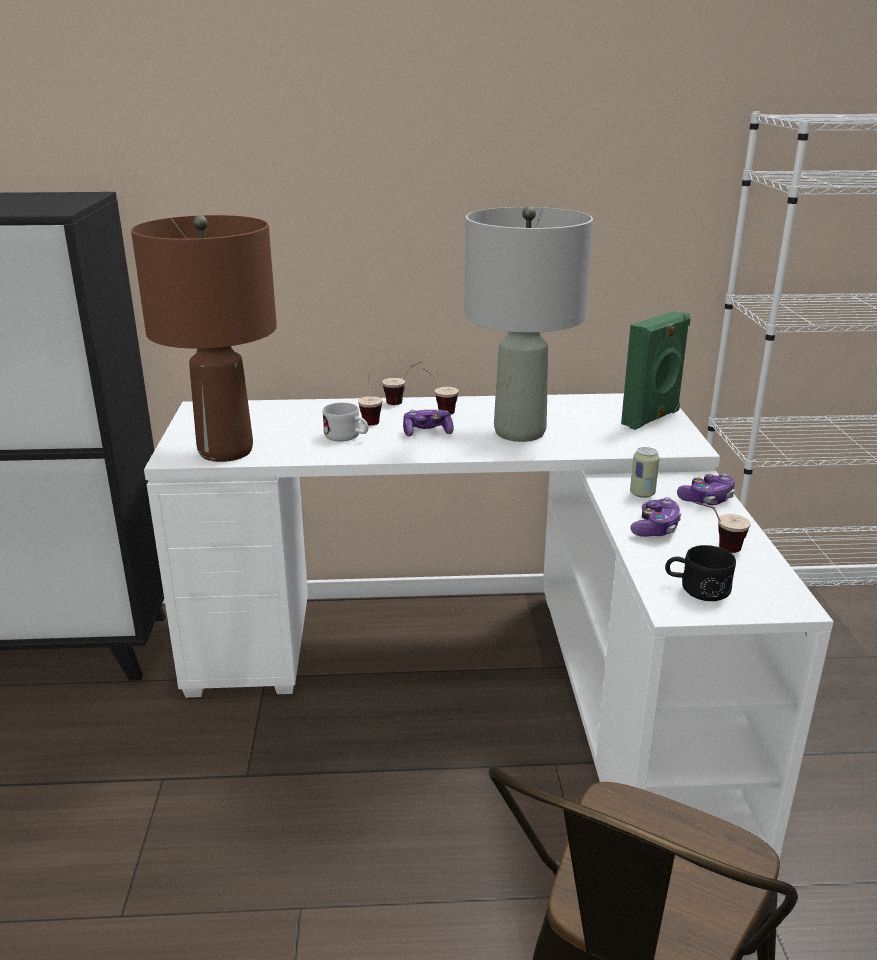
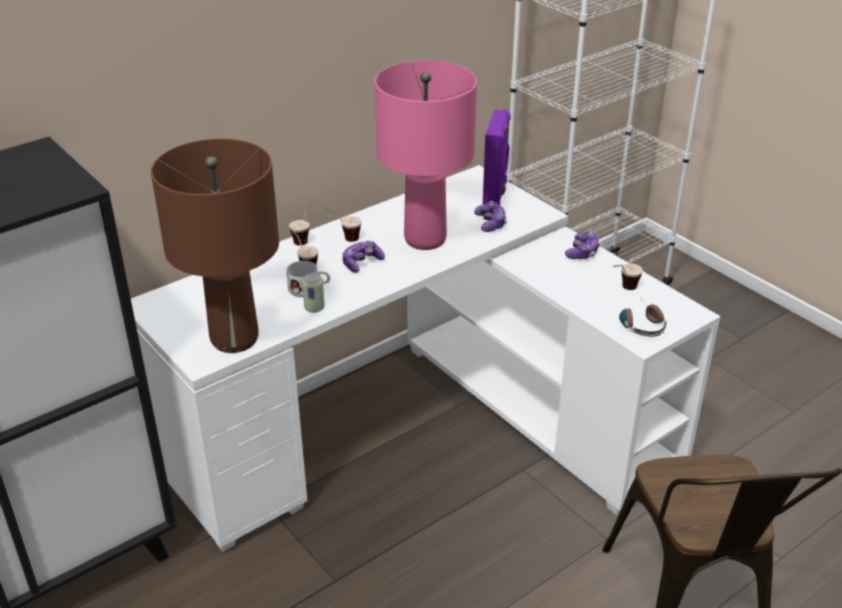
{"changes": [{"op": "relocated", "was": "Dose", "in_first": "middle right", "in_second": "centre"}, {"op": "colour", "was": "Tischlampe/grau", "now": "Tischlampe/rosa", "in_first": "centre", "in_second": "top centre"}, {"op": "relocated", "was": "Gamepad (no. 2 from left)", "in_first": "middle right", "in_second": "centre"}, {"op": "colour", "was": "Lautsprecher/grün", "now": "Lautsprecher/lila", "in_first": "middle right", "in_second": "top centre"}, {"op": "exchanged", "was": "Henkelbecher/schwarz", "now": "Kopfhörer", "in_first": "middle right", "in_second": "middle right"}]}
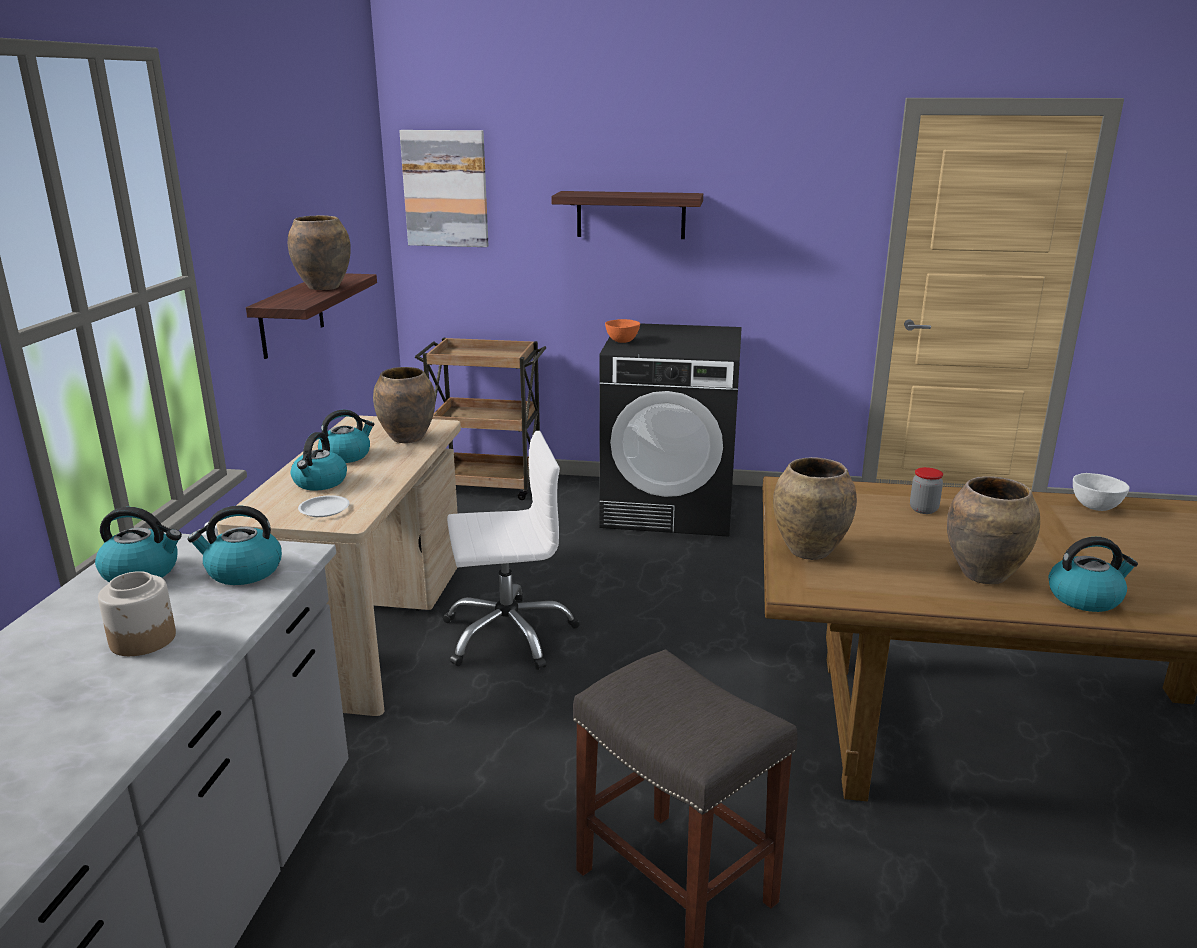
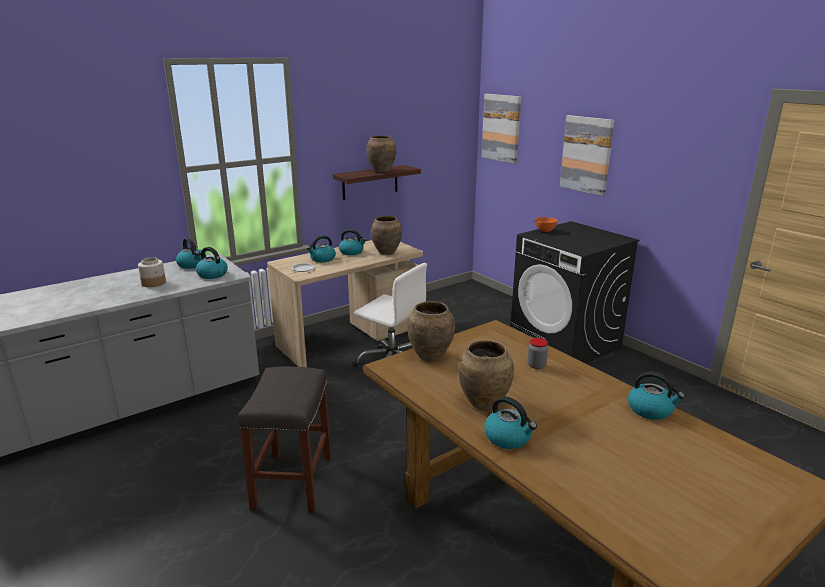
{"changes": [{"op": "exchanged", "was": "Wandregal (no. 2 from left)", "now": "Bild (no. 2 from left)", "in_first": "top centre", "in_second": "top right"}, {"op": "exchanged", "was": "Schüssel/weiß", "now": "Wasserkessel (no. 6 from left)", "in_first": "middle right", "in_second": "bottom right"}, {"op": "missing", "was": "Rollwagen/braun", "in_first": "centre"}]}
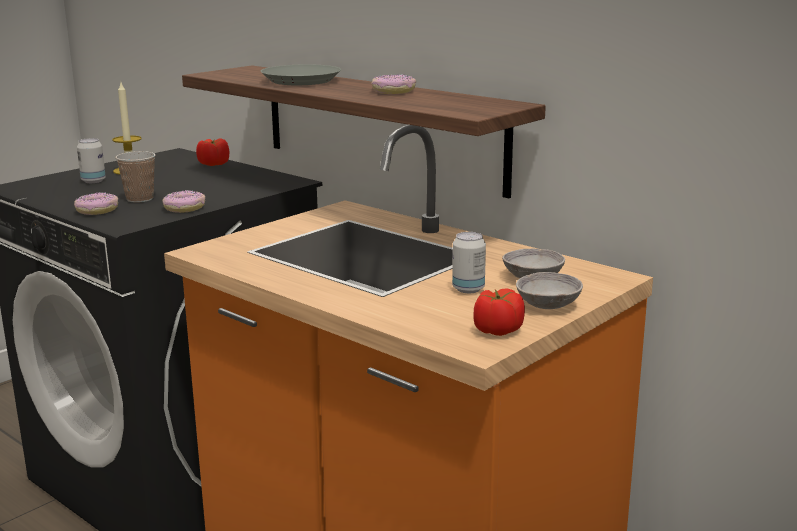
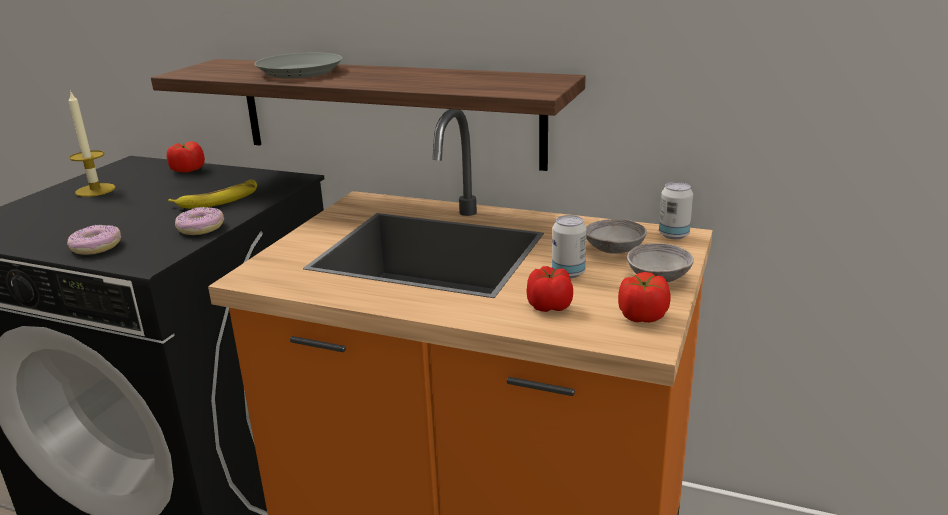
{"changes": [{"op": "appeared", "now": "Banane", "in_second": "middle left"}, {"op": "appeared", "now": "Tomate (no. 2 from left)", "in_second": "centre"}, {"op": "relocated", "was": "Dose (no. 1 from left in the first image)", "now": "Dose (no. 2 from left)", "in_first": "top left", "in_second": "middle right"}, {"op": "missing", "was": "Tasse", "in_first": "middle left"}, {"op": "missing", "was": "Donut (no. 3 from left)", "in_first": "top centre"}]}
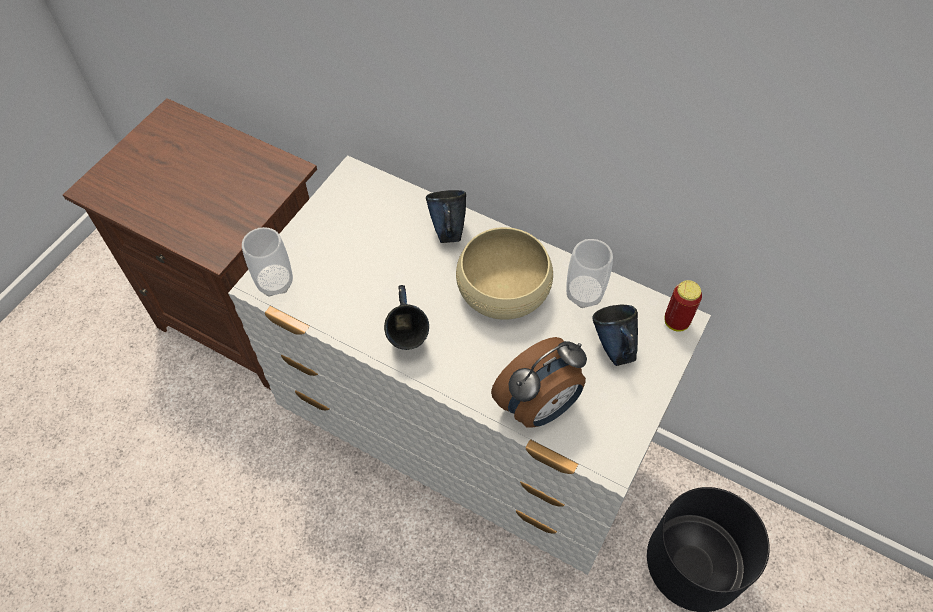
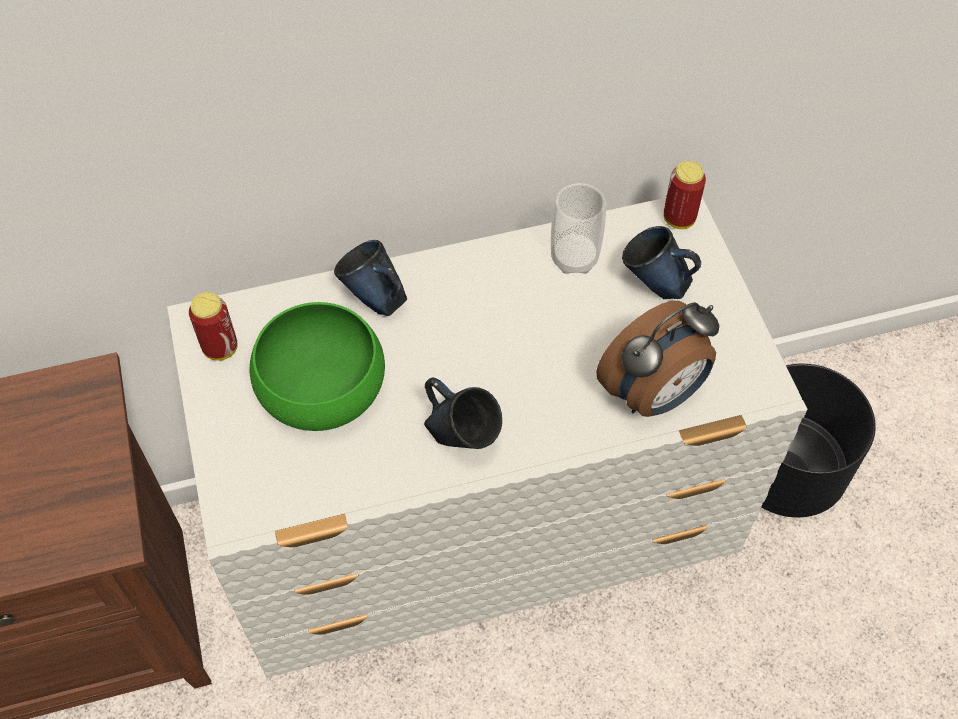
{"changes": [{"op": "appeared", "now": "Dose (no. 1 from left)", "in_second": "middle left"}, {"op": "appeared", "now": "Schüssel/grün", "in_second": "middle left"}, {"op": "spun", "was": "Wecker", "in_first": "centre", "in_second": "middle right", "clockwise": 45}, {"op": "missing", "was": "Tasse (no. 1 from left)", "in_first": "middle left"}, {"op": "missing", "was": "Schüssel/beige", "in_first": "centre"}]}
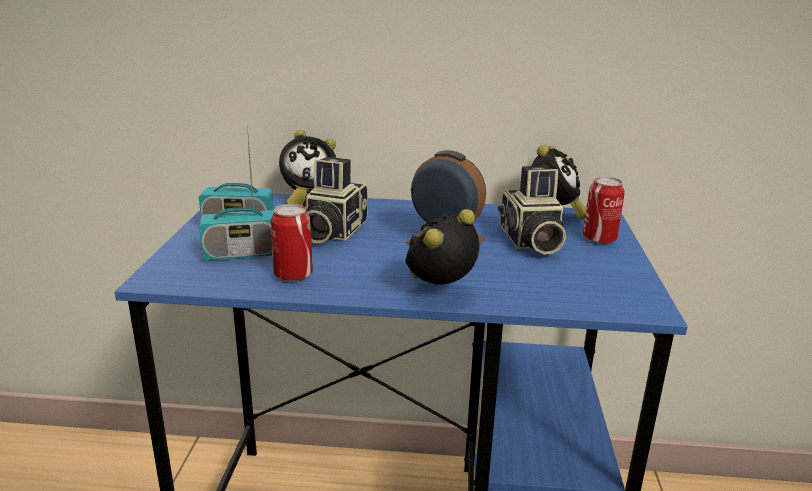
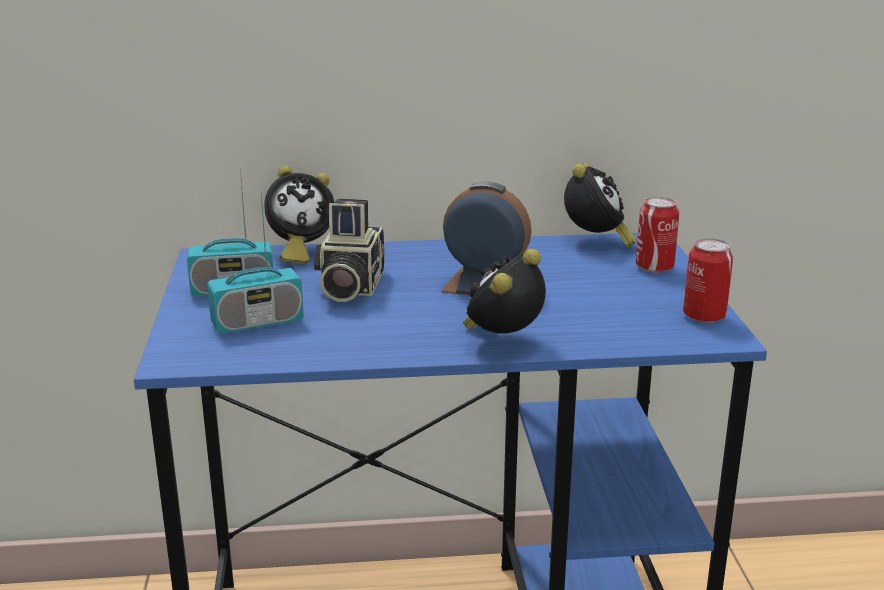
{"changes": [{"op": "relocated", "was": "Dose (no. 1 from left in the first image)", "now": "Dose (no. 2 from left)", "in_first": "centre", "in_second": "middle right"}, {"op": "missing", "was": "Kamera (no. 2 from left)", "in_first": "centre"}]}
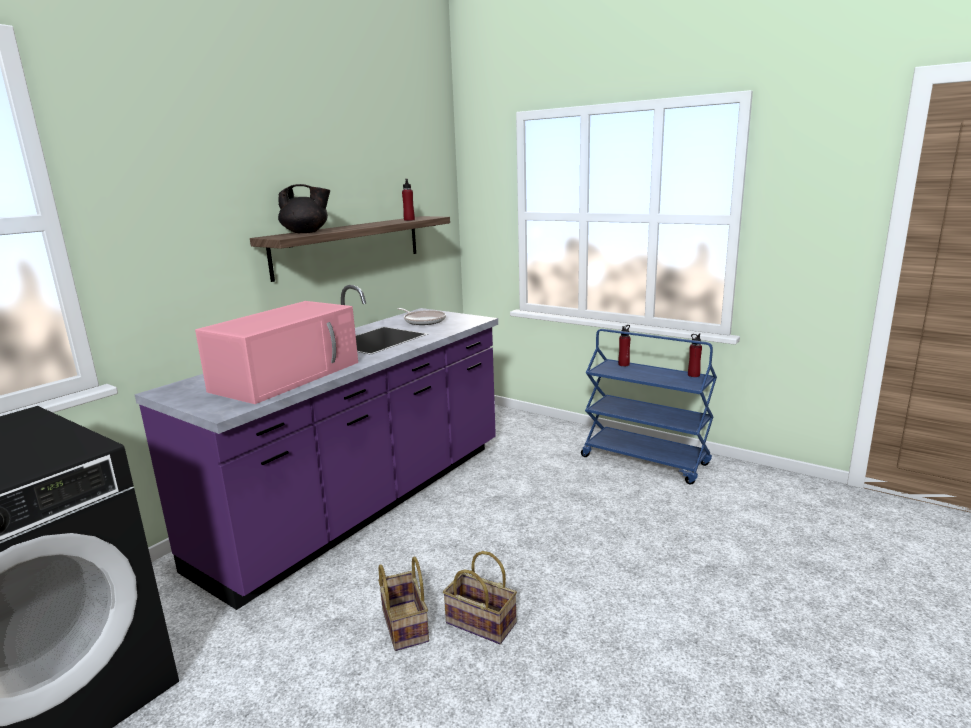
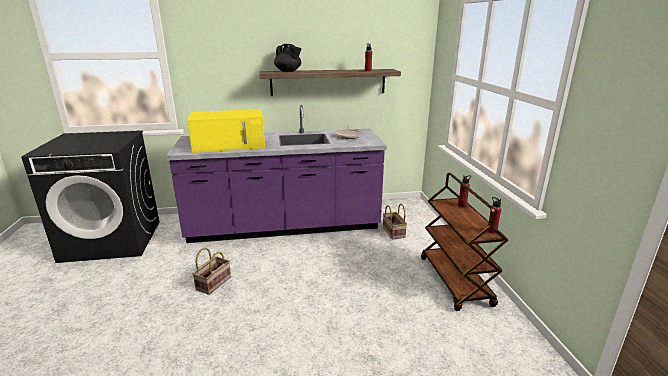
{"changes": [{"op": "colour", "was": "Mikrowelle/rosa", "now": "Mikrowelle/gelb", "in_first": "middle left", "in_second": "centre"}, {"op": "relocated", "was": "Korb (no. 2 from left)", "in_first": "bottom centre", "in_second": "centre"}, {"op": "colour", "was": "Rollwagen/blau", "now": "Rollwagen/braun", "in_first": "middle right", "in_second": "middle right"}]}
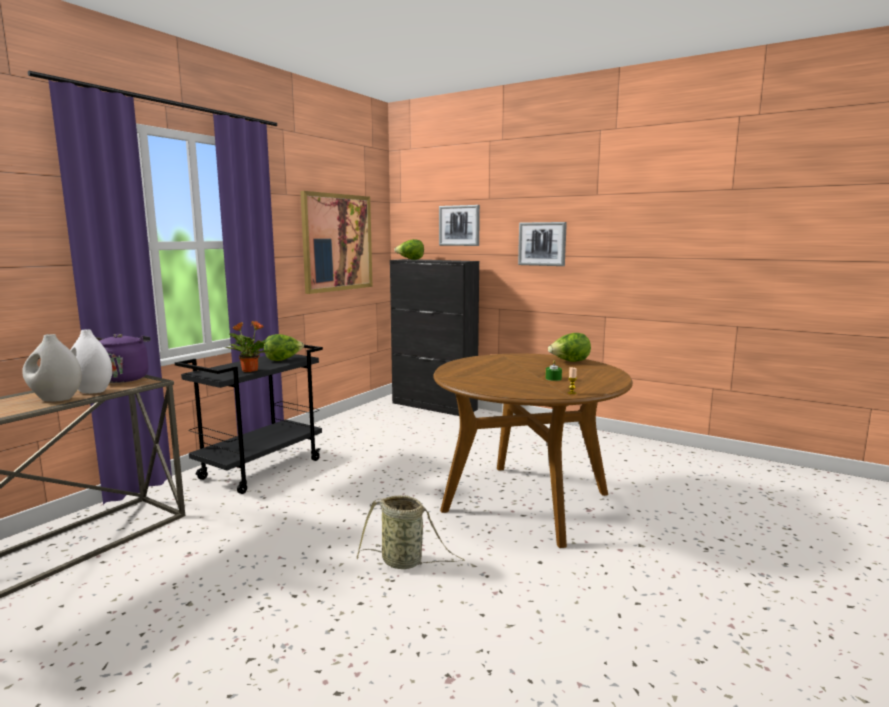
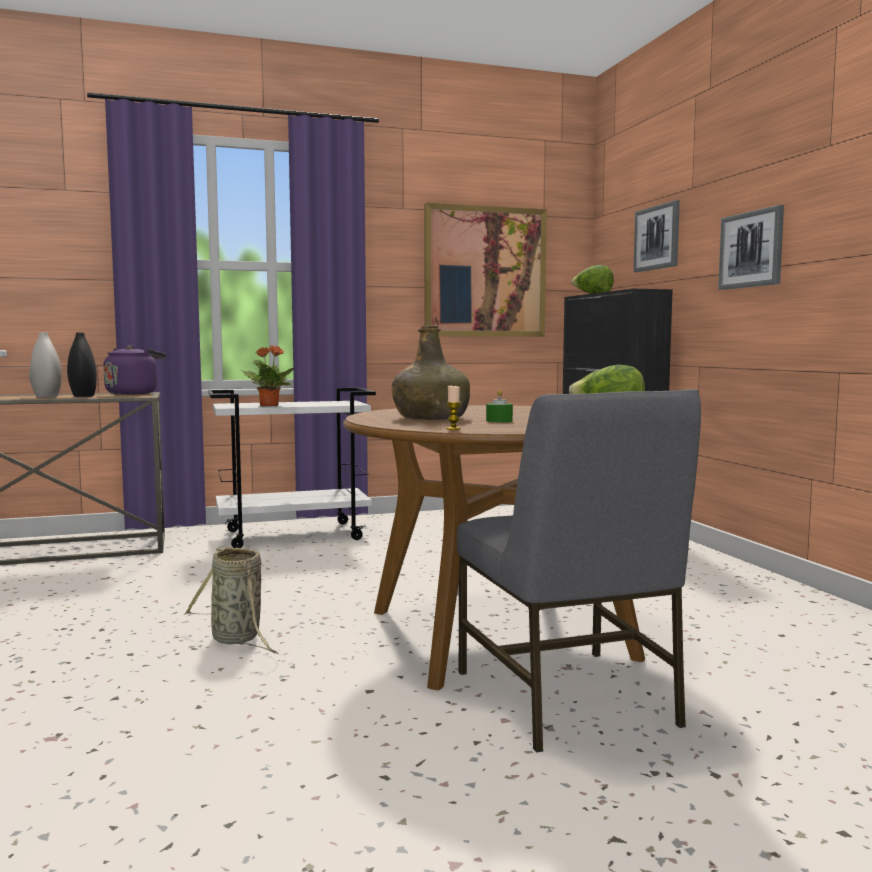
{"changes": [{"op": "colour", "was": "Vase/weiß (no. 2 from left)", "now": "Vase/schwarz", "in_first": "middle left", "in_second": "middle left"}, {"op": "colour", "was": "Rollwagen/schwarz", "now": "Rollwagen/weiß", "in_first": "middle left", "in_second": "centre"}, {"op": "appeared", "now": "Flasche/grün", "in_second": "centre"}, {"op": "appeared", "now": "Stuhl/grau", "in_second": "centre"}, {"op": "missing", "was": "Salatkopf (no. 1 from left)", "in_first": "middle left"}]}
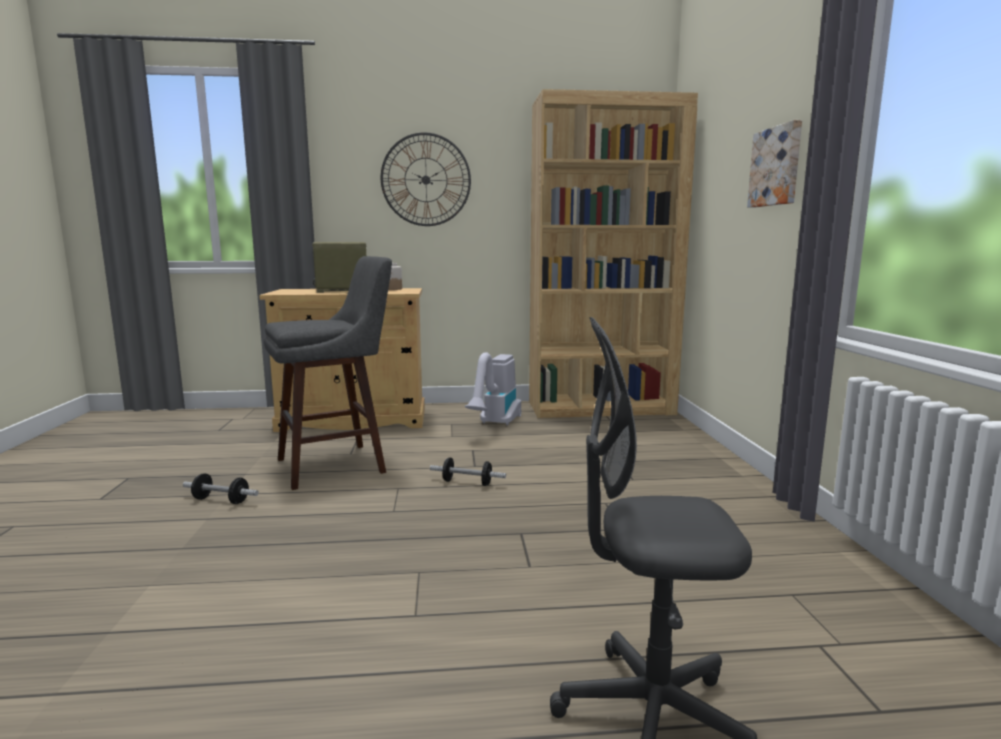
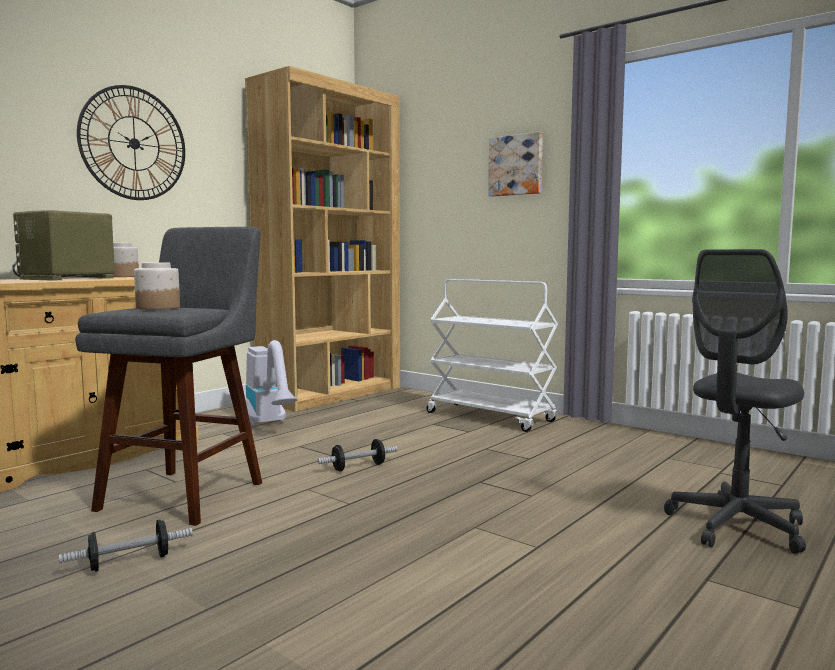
{"changes": [{"op": "appeared", "now": "Vorratsglas (no. 2 from left)", "in_second": "middle left"}, {"op": "appeared", "now": "Rollwagen/weiß", "in_second": "centre"}]}
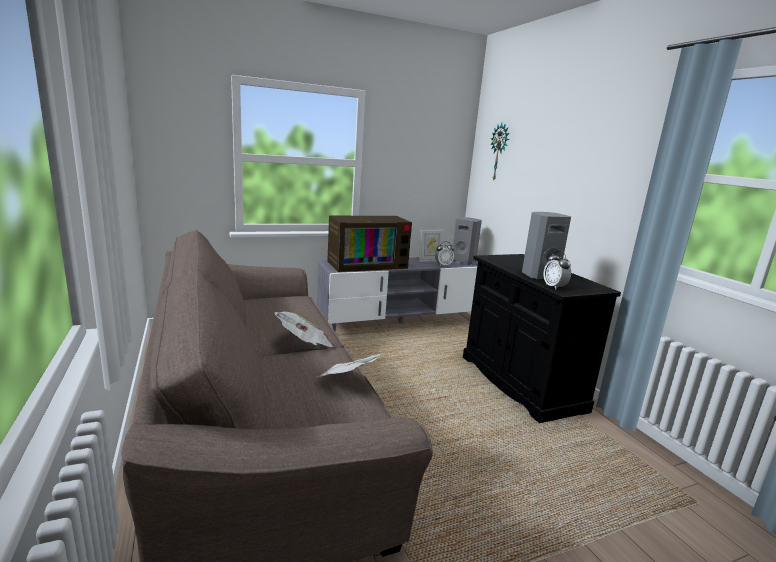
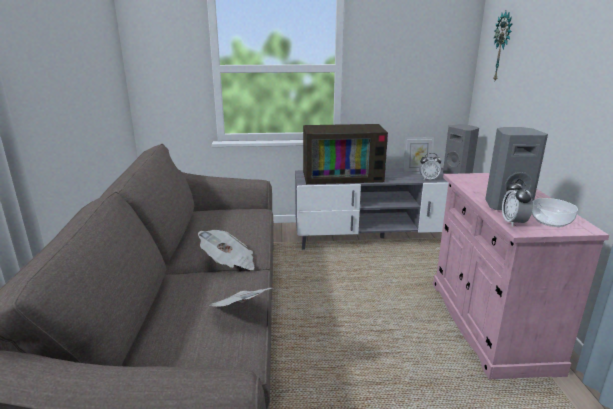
{"changes": [{"op": "colour", "was": "Schrank/schwarz", "now": "Schrank/rosa", "in_first": "middle right", "in_second": "bottom right"}, {"op": "appeared", "now": "Schüssel", "in_second": "middle right"}]}
